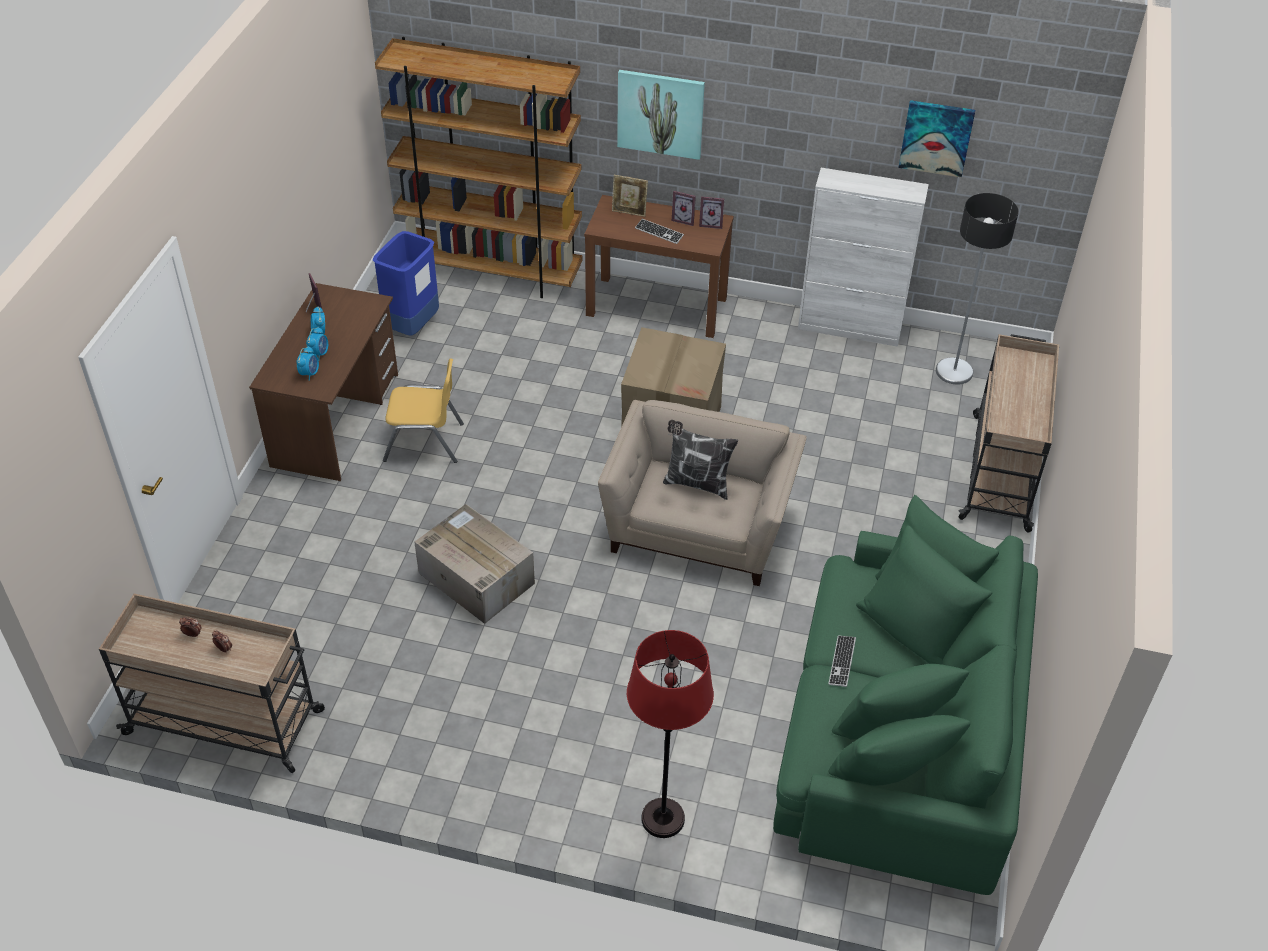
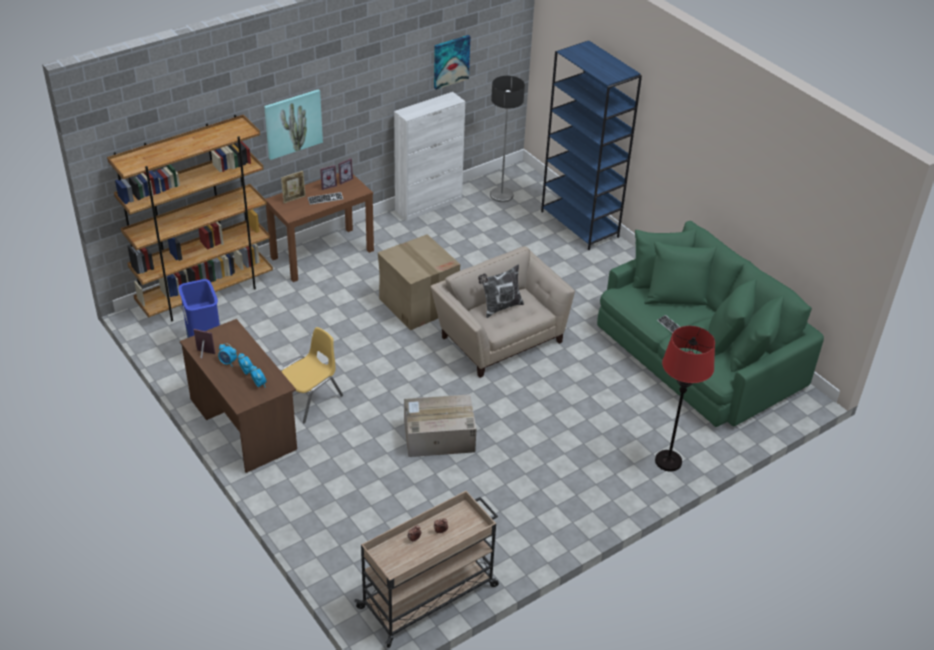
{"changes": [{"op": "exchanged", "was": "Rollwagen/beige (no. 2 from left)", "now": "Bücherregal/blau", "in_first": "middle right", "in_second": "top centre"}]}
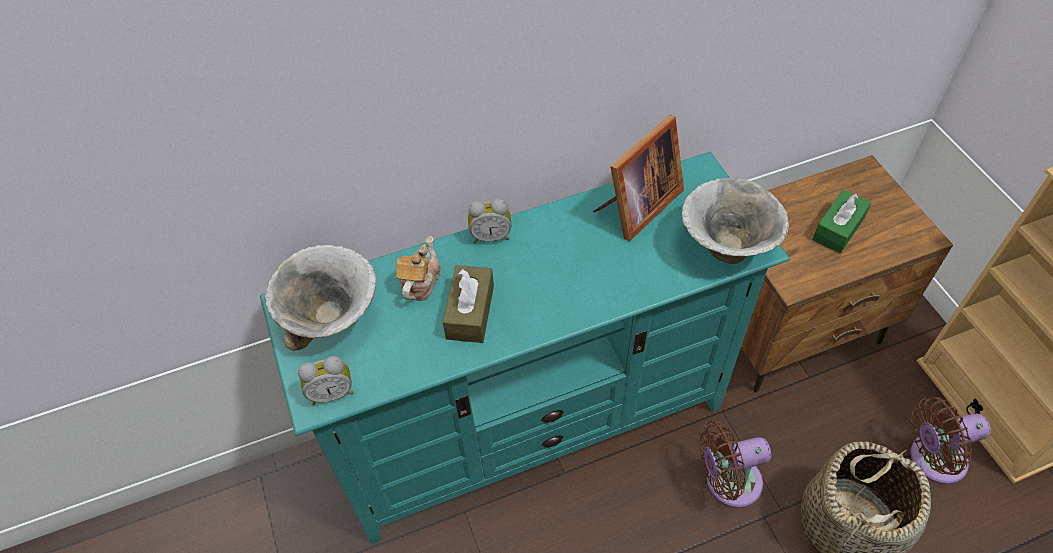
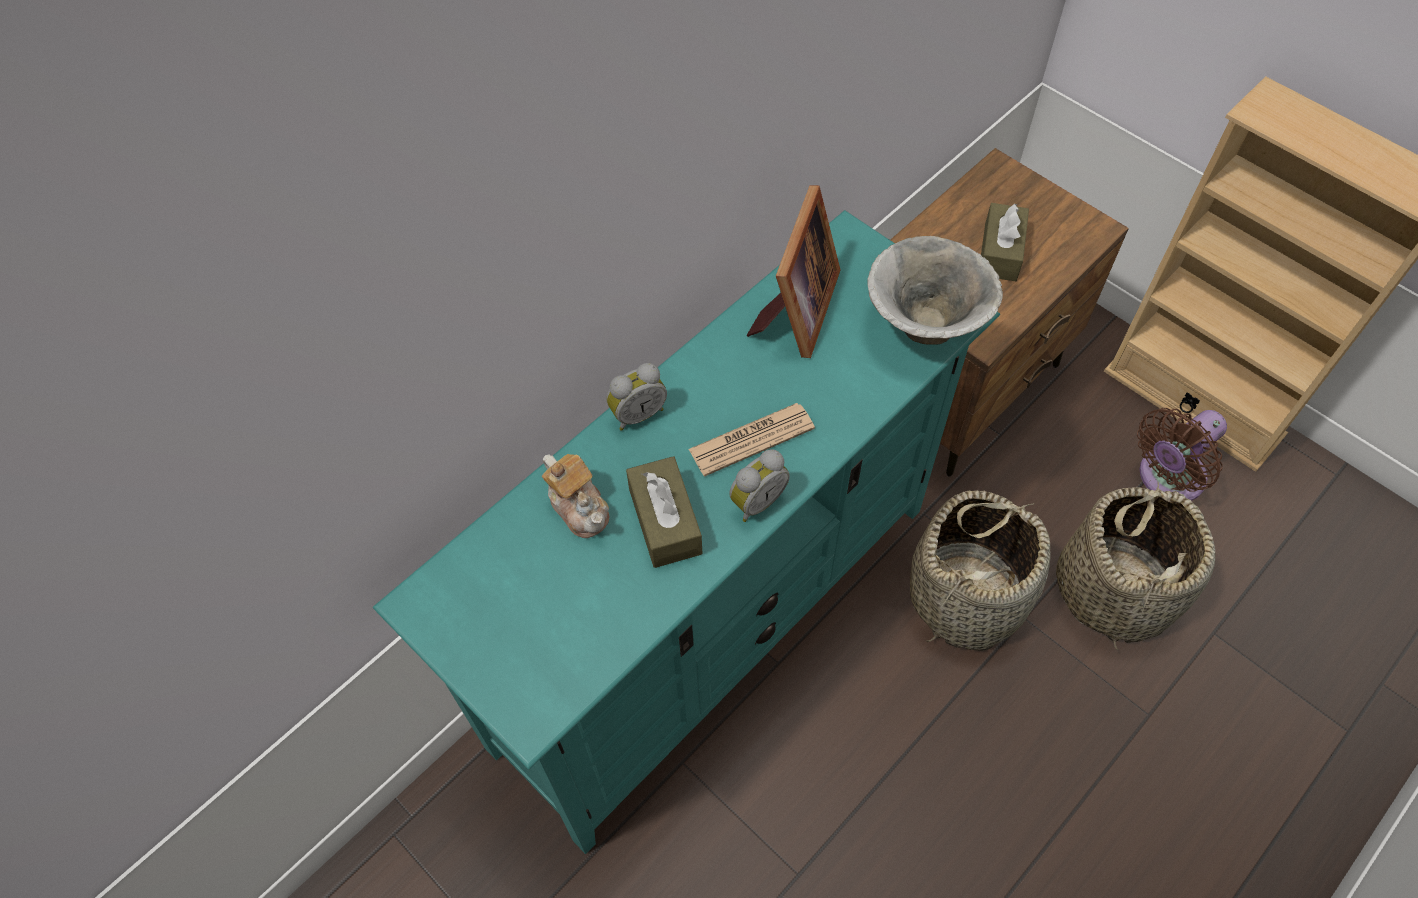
{"changes": [{"op": "spun", "was": "Teekanne", "in_first": "centre", "in_second": "centre", "clockwise": 150}, {"op": "appeared", "now": "Zeitung", "in_second": "centre"}, {"op": "relocated", "was": "Wecker (no. 1 from left in the first image)", "now": "Wecker (no. 2 from left)", "in_first": "bottom left", "in_second": "centre"}, {"op": "exchanged", "was": "Ventilator/braun (no. 1 from left)", "now": "Korb (no. 1 from left)", "in_first": "bottom right", "in_second": "middle right"}, {"op": "colour", "was": "Taschentuchbox/grün", "now": "Taschentuchbox/braun (no. 2 from left)", "in_first": "middle right", "in_second": "top right"}, {"op": "missing", "was": "Schüssel (no. 1 from left)", "in_first": "middle left"}]}
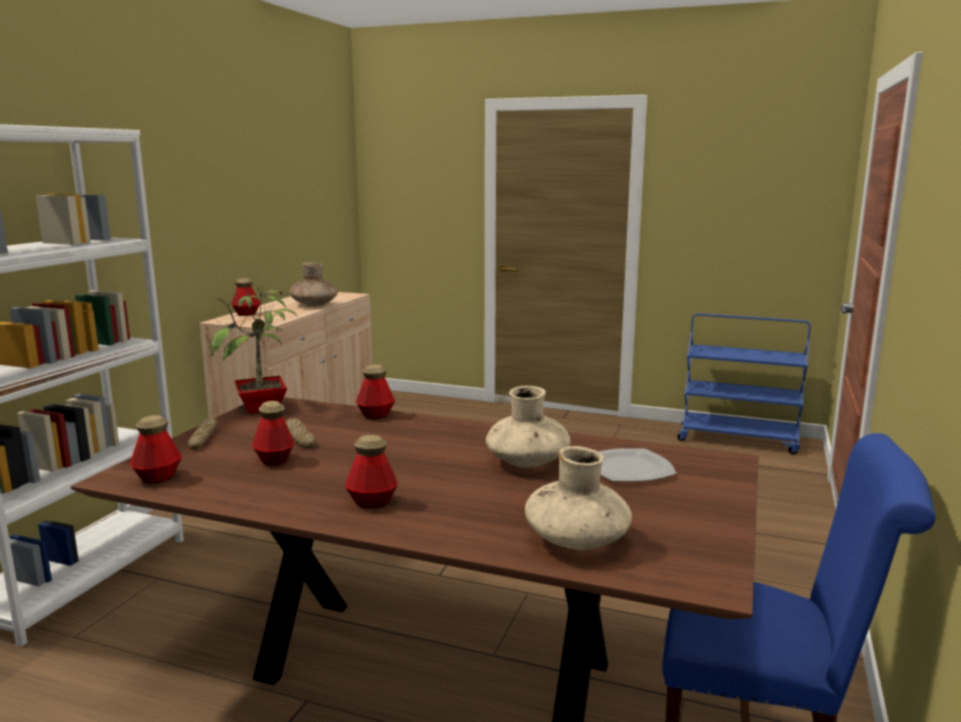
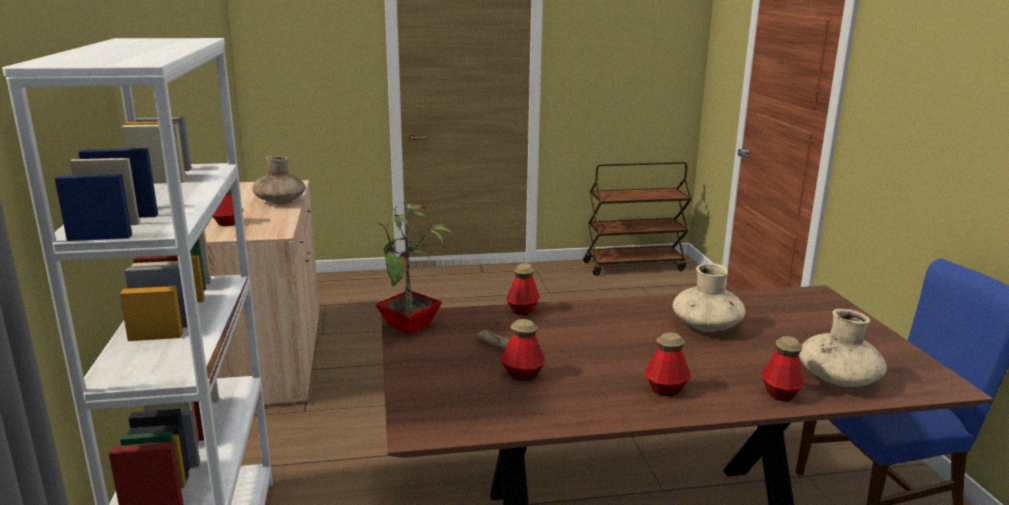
{"changes": [{"op": "colour", "was": "Rollwagen/blau", "now": "Rollwagen/braun", "in_first": "middle right", "in_second": "centre"}, {"op": "relocated", "was": "Flasche (no. 1 from left in the first image)", "now": "Flasche (no. 5 from left)", "in_first": "middle left", "in_second": "bottom right"}, {"op": "missing", "was": "Brot (no. 1 from left)", "in_first": "middle left"}, {"op": "missing", "was": "Teller", "in_first": "centre"}]}
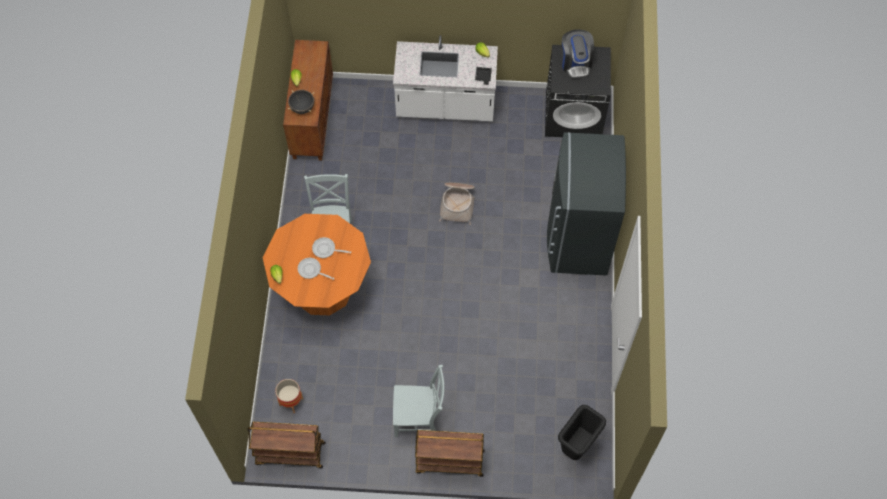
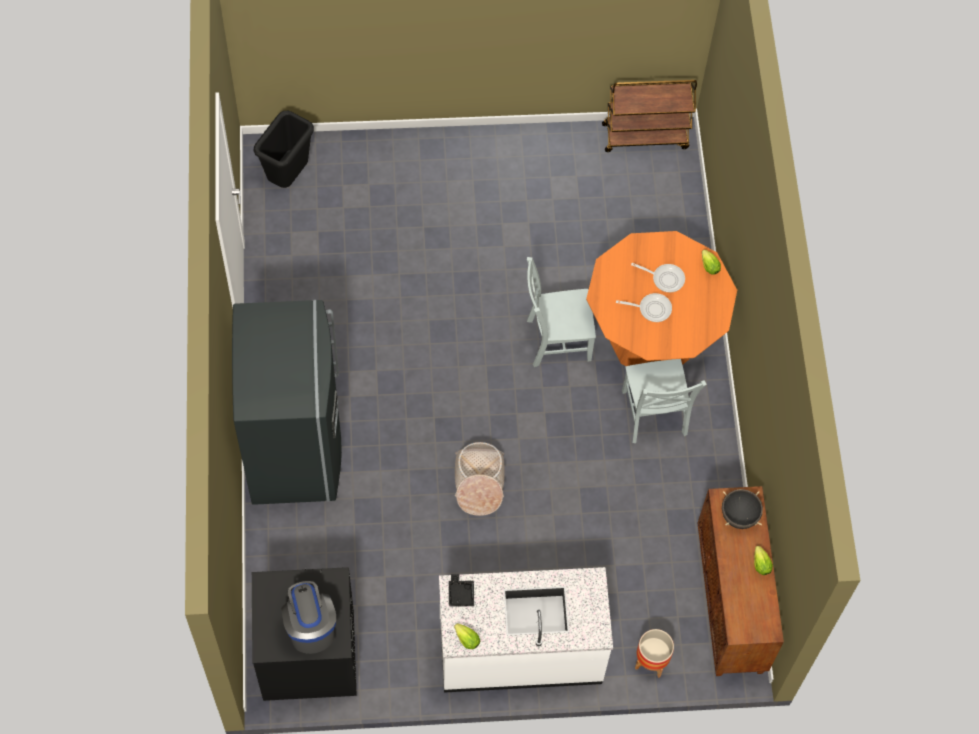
{"changes": [{"op": "relocated", "was": "Stuhl/grau (no. 2 from left in the first image)", "now": "Stuhl/grau (no. 1 from left)", "in_first": "bottom centre", "in_second": "centre"}, {"op": "relocated", "was": "Pflanzkübel", "in_first": "bottom left", "in_second": "bottom right"}, {"op": "missing", "was": "Rollwagen/braun (no. 2 from left)", "in_first": "bottom centre"}]}
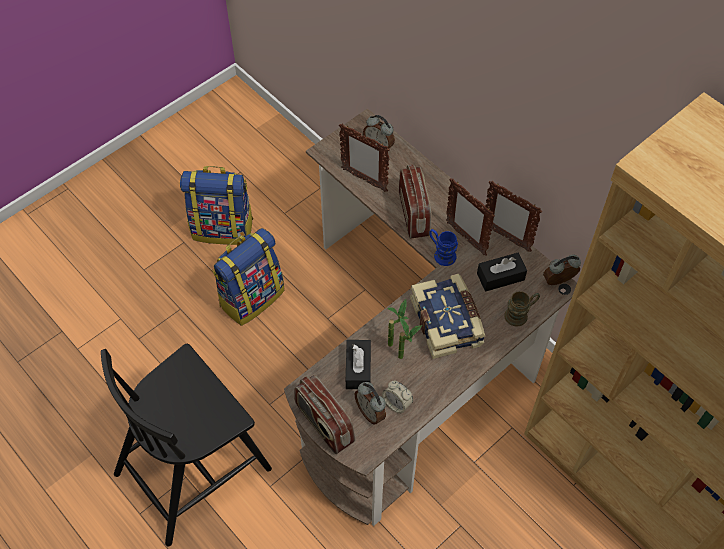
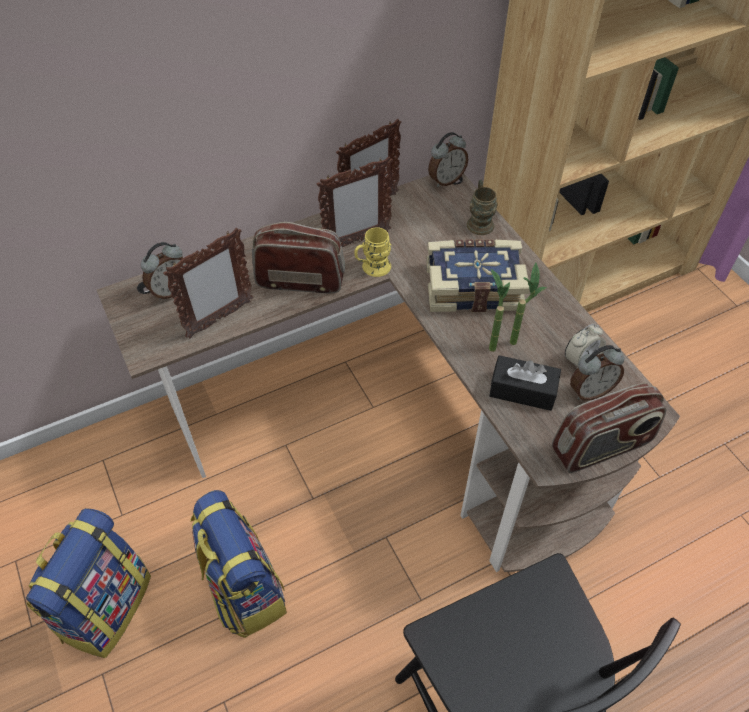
{"changes": [{"op": "colour", "was": "Henkelbecher/blau", "now": "Henkelbecher/gelb", "in_first": "centre", "in_second": "centre"}, {"op": "spun", "was": "Wecker (no. 4 from left in the first image)", "in_first": "middle right", "in_second": "top centre", "clockwise": -120}, {"op": "missing", "was": "Taschentuchbox/schwarz (no. 2 from left)", "in_first": "middle right"}]}
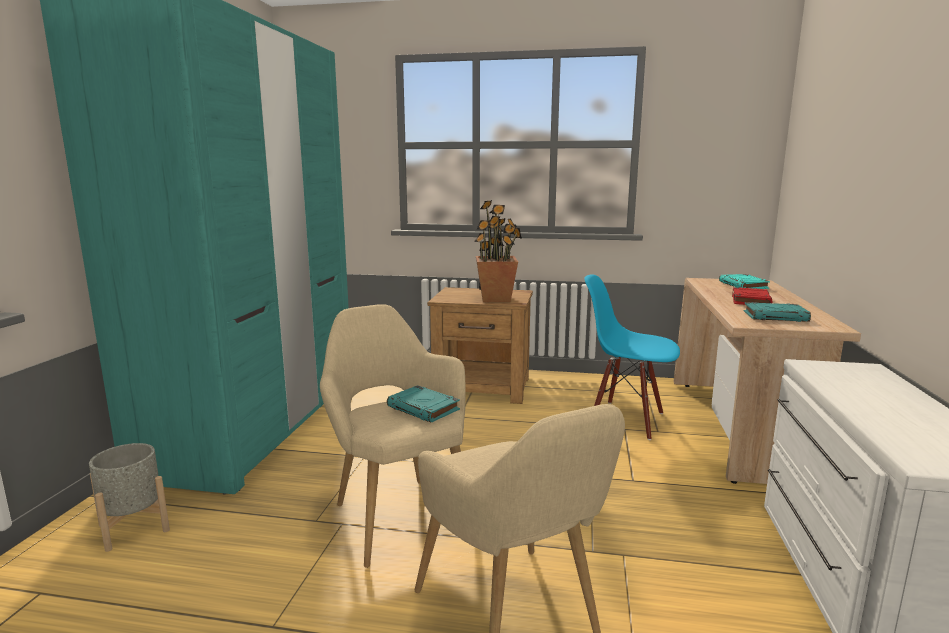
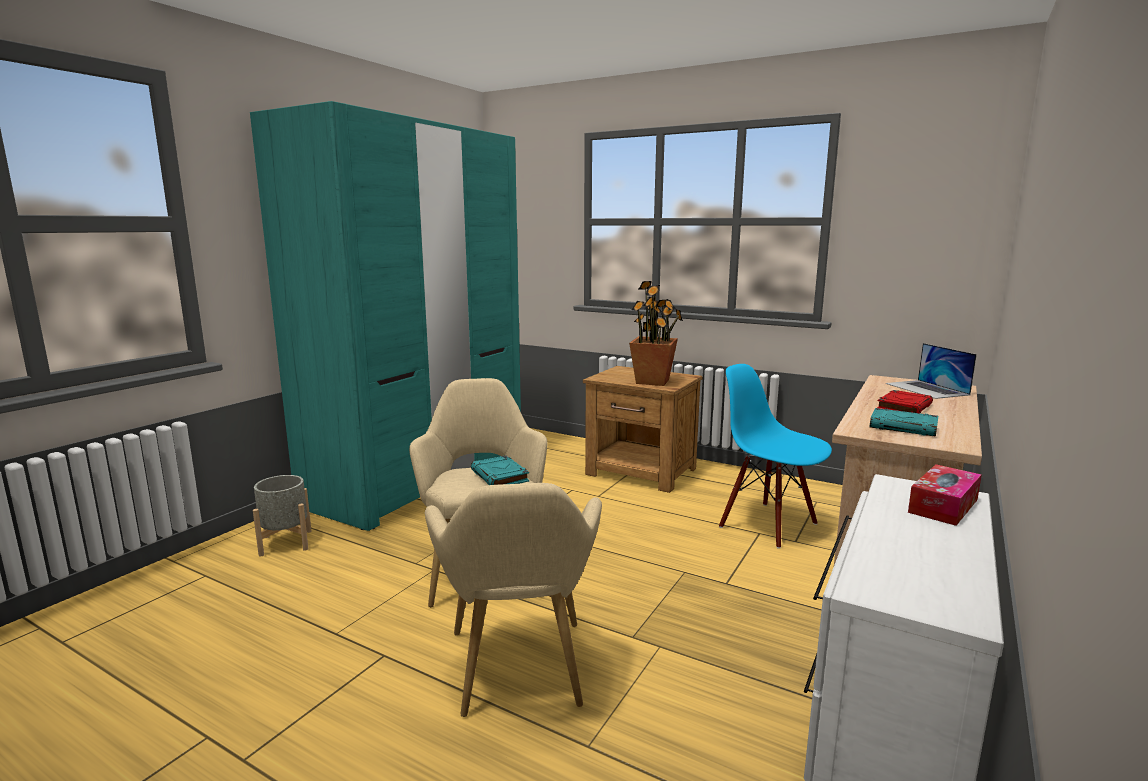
{"changes": [{"op": "exchanged", "was": "Buch/türkis (no. 2 from left)", "now": "Laptop", "in_first": "middle right", "in_second": "middle right"}, {"op": "appeared", "now": "Taschentuchbox", "in_second": "middle right"}]}
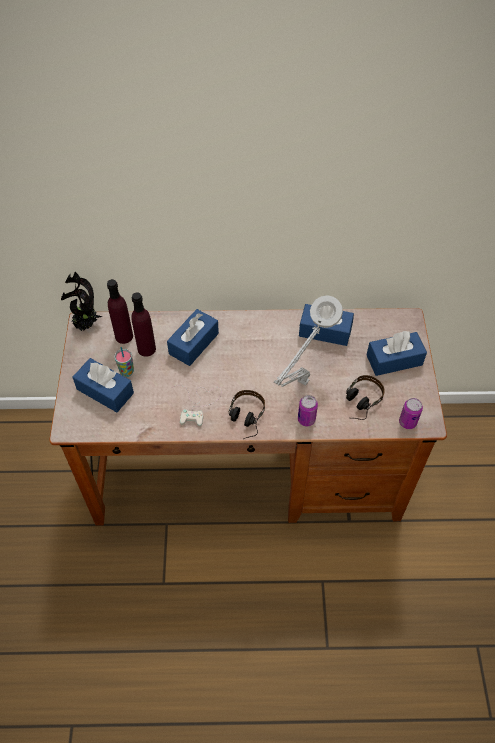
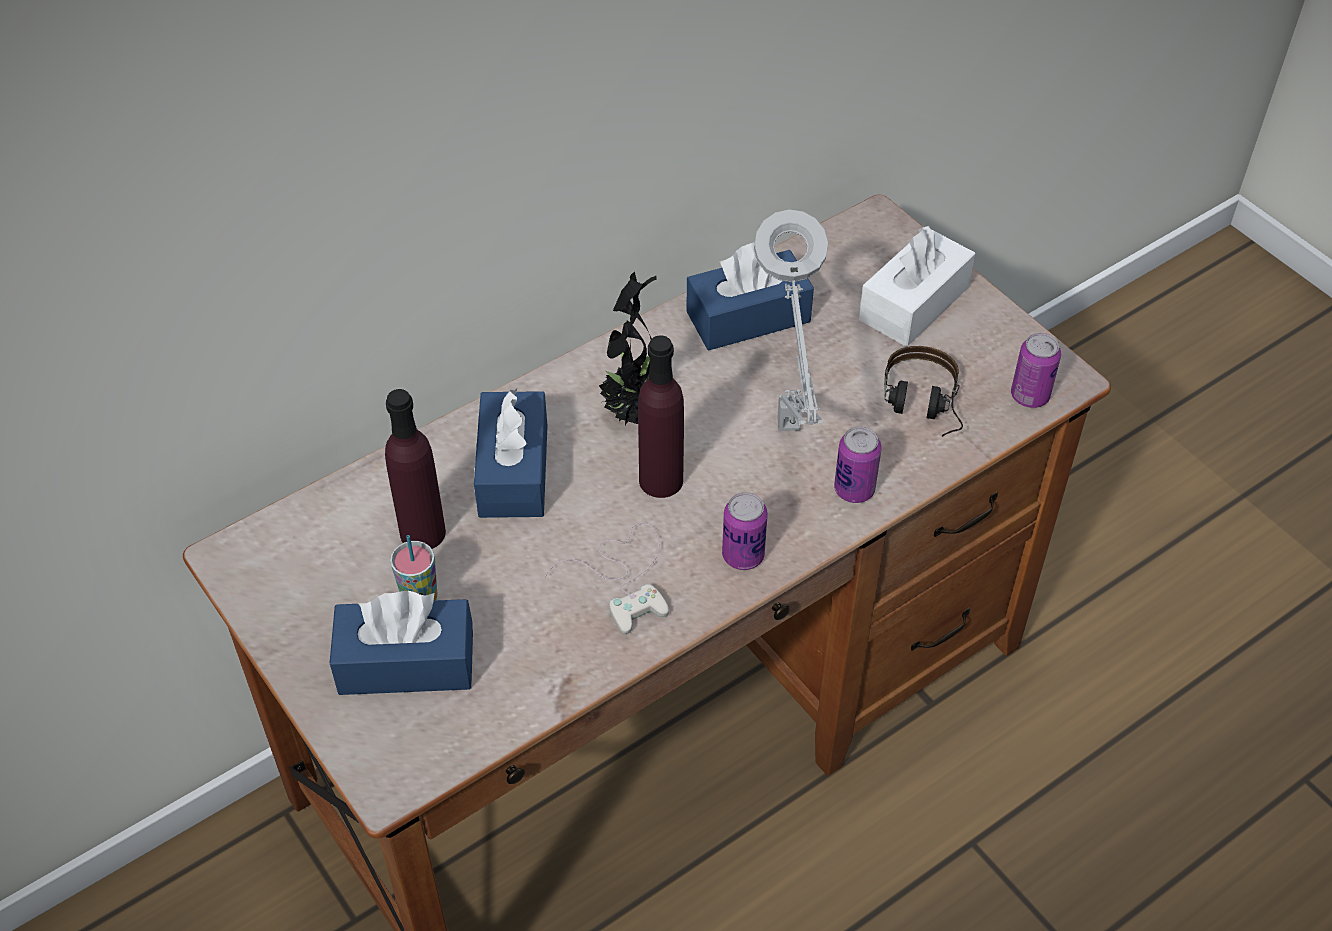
{"changes": [{"op": "relocated", "was": "Topfpflanze", "in_first": "middle left", "in_second": "centre"}, {"op": "relocated", "was": "Flasche/lila (no. 1 from left in the first image)", "now": "Flasche/lila (no. 2 from left)", "in_first": "middle left", "in_second": "centre"}, {"op": "exchanged", "was": "Kopfhörer (no. 1 from left)", "now": "Dose (no. 1 from left)", "in_first": "centre", "in_second": "centre"}, {"op": "colour", "was": "Taschentuchbox/blau (no. 4 from left)", "now": "Taschentuchbox/weiß", "in_first": "middle right", "in_second": "top right"}]}
